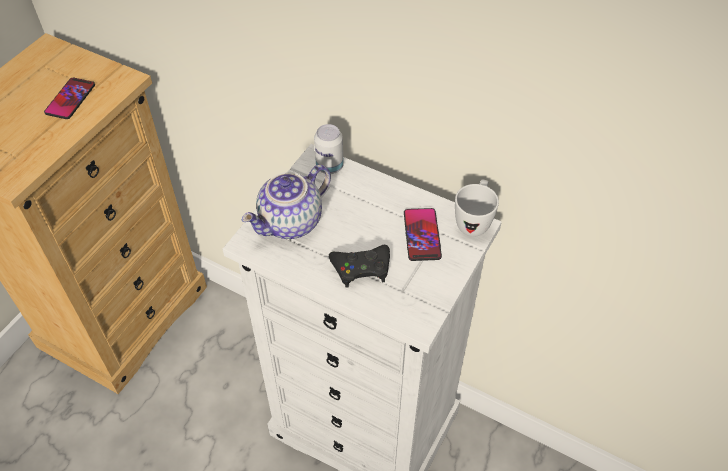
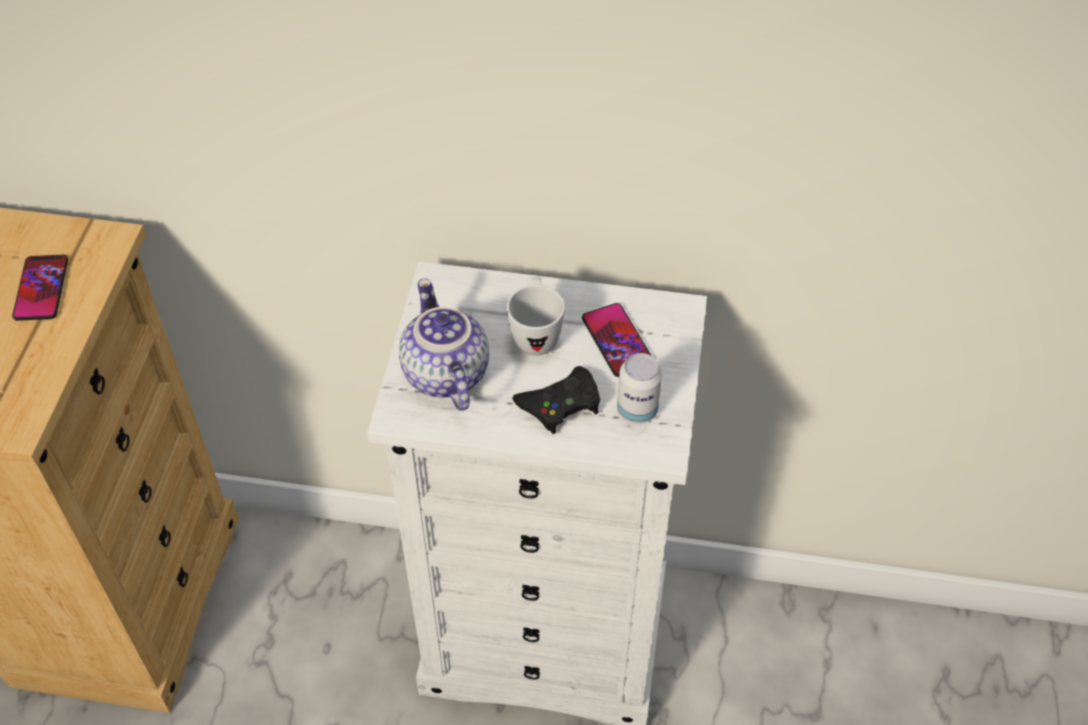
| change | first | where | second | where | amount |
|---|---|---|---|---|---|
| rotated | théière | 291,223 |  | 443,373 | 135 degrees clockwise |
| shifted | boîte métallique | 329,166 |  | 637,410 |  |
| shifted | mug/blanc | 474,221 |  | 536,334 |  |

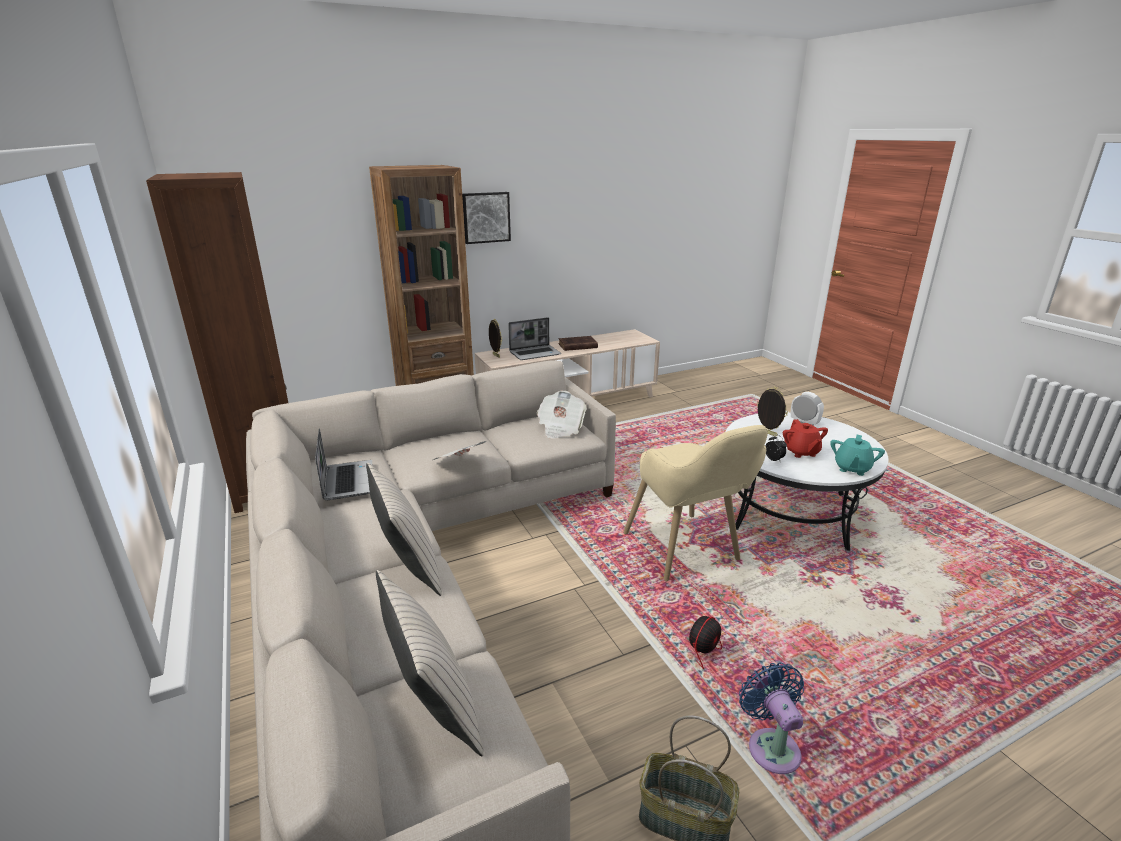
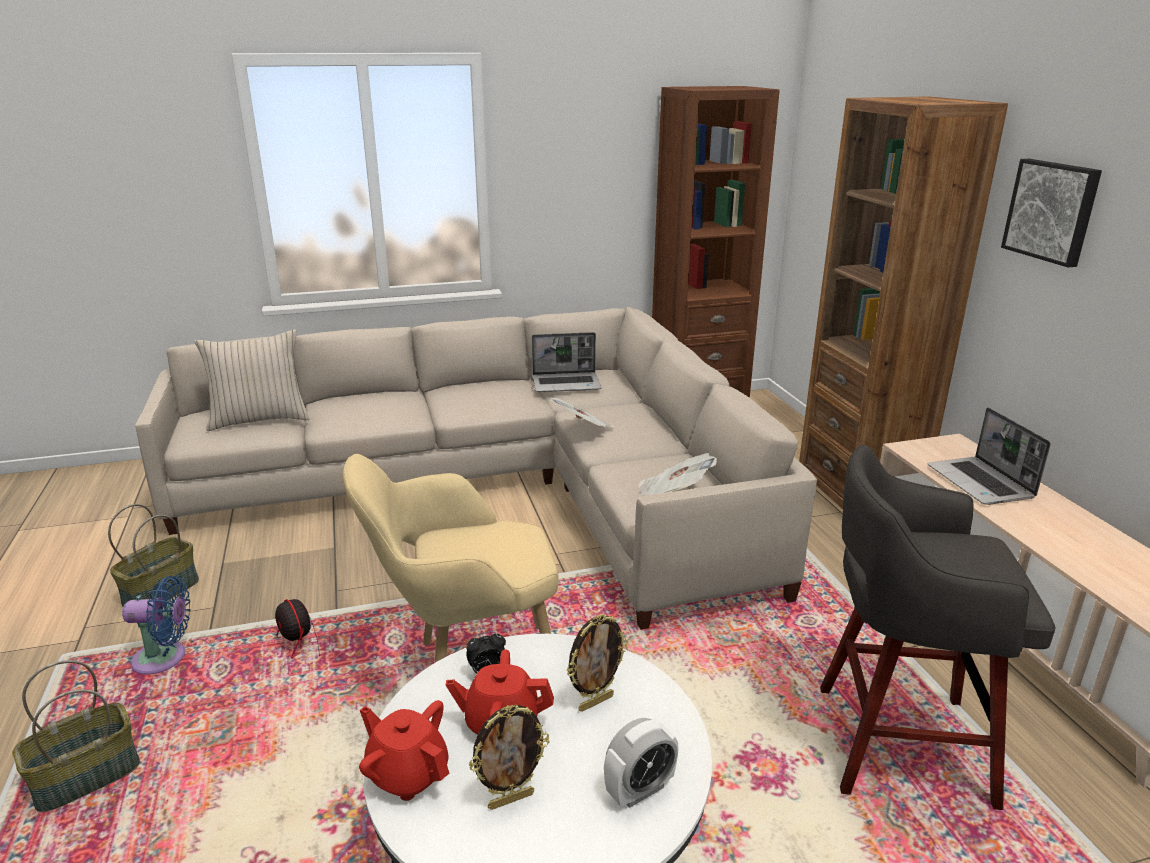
| change | first | where | second | where | amount |
|---|---|---|---|---|---|
| gone | coussin/beige | 408,568 |  |  |  |
| shifted | cadre photo | 495,356 |  | 511,799 |  |
| gone | livre/marron | 576,346 |  |  |  |
| repainted | théière/turquoise | 852,468 | théière/rouge | 407,774 |  |
| new |  |  | panier | 86,779 |  |
| new |  |  | tabouret/gris | 895,743 |  |

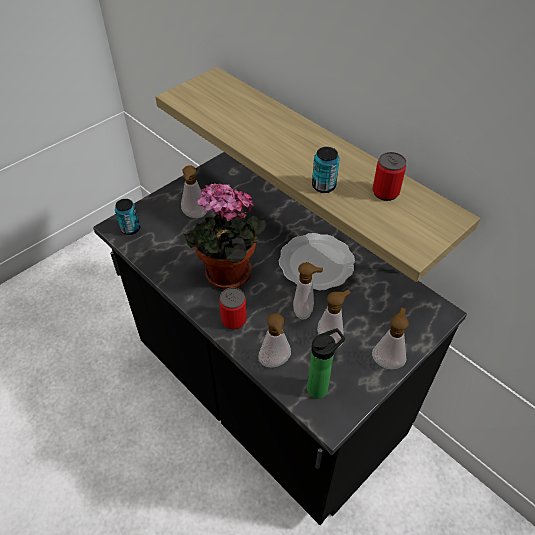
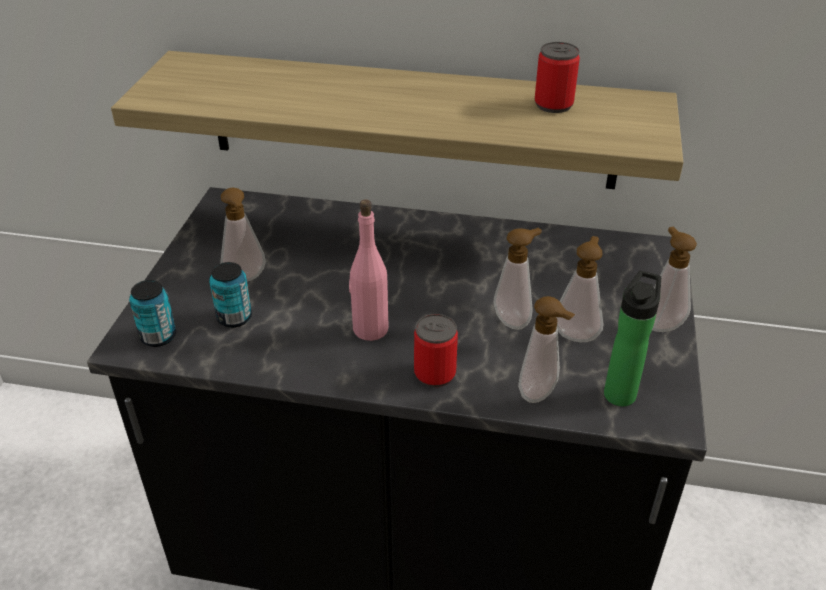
| change | first | where | second | where | amount |
|---|---|---|---|---|---|
| swapped | plante en pot | 226,276 | bouteille/rose | 370,329 |  |
| gone | assiette | 317,263 |  |  |  |
| shifted | boîte métallique | 323,186 |  | 234,318 |  |

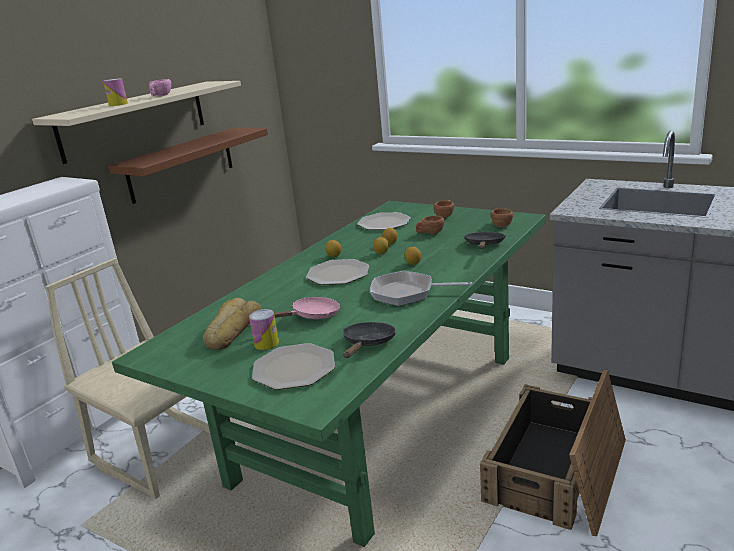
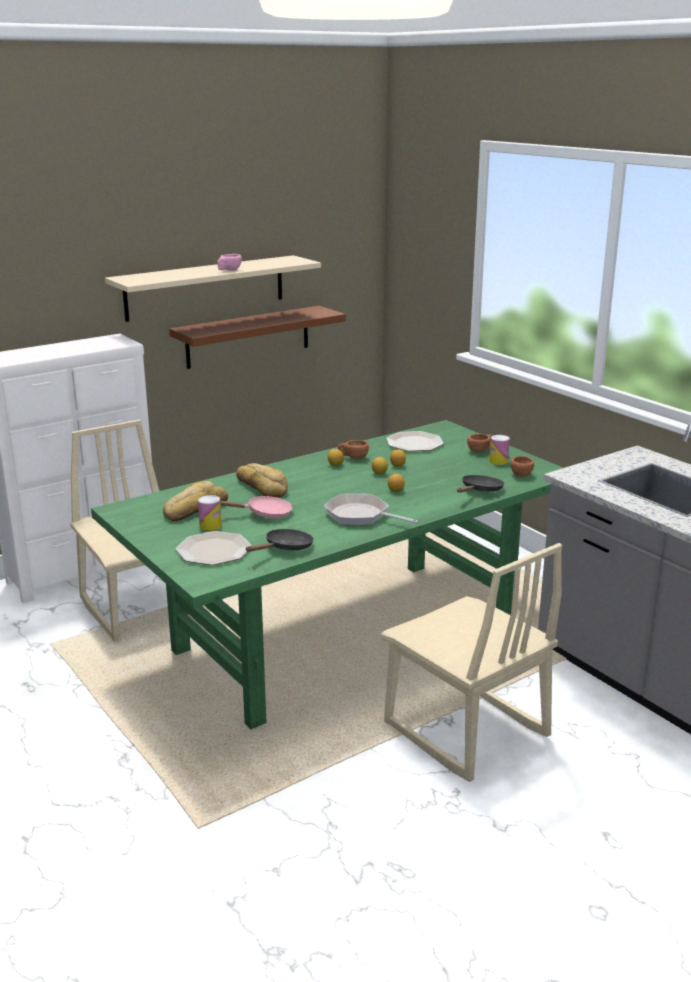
| change | first | where | second | where | amount |
|---|---|---|---|---|---|
| shifted | boîte métallique | 118,104 |  | 498,461 |  |
| gone | assiette | 338,273 |  |  |  |
| shifted | tasse/marron | 430,233 |  | 353,458 |  |
| swapped | caisse | 558,472 | chaise/beige | 464,731 |  |
| new |  |  | pain | 262,486 |  |

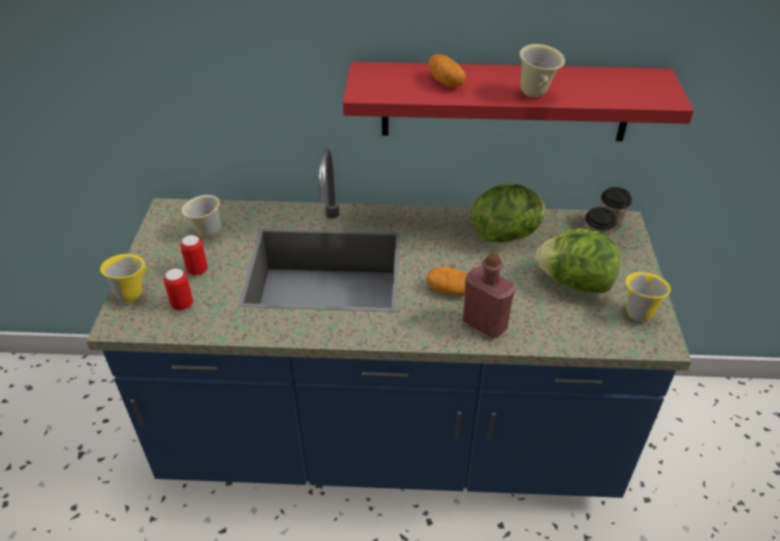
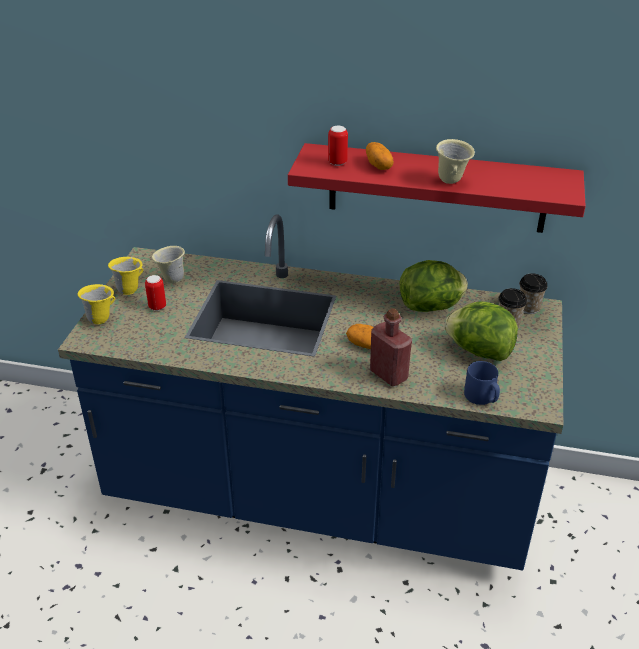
| change | first | where | second | where | amount |
|---|---|---|---|---|---|
| shifted | boîte métallique | 182,304 |  | 337,163 |  |
| shifted | mug/jaune | 638,313 |  | 129,290 |  |
| new |  |  | mug/bleu | 481,397 |  |

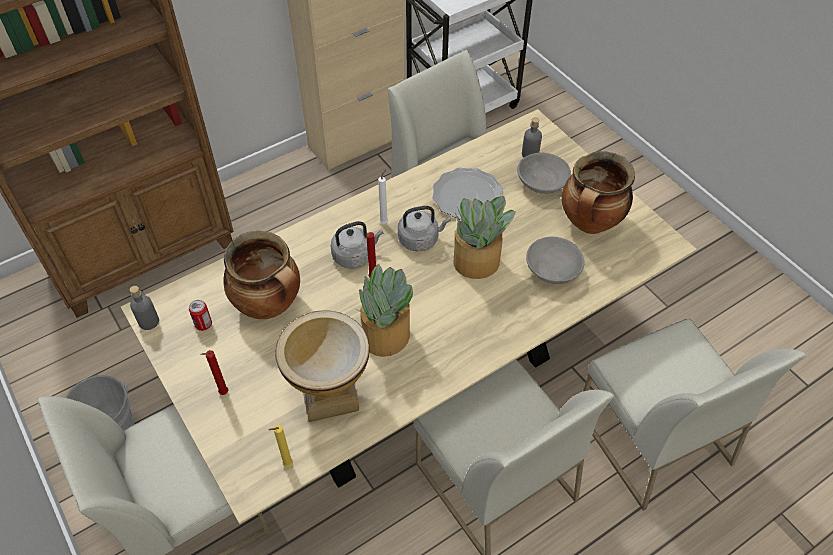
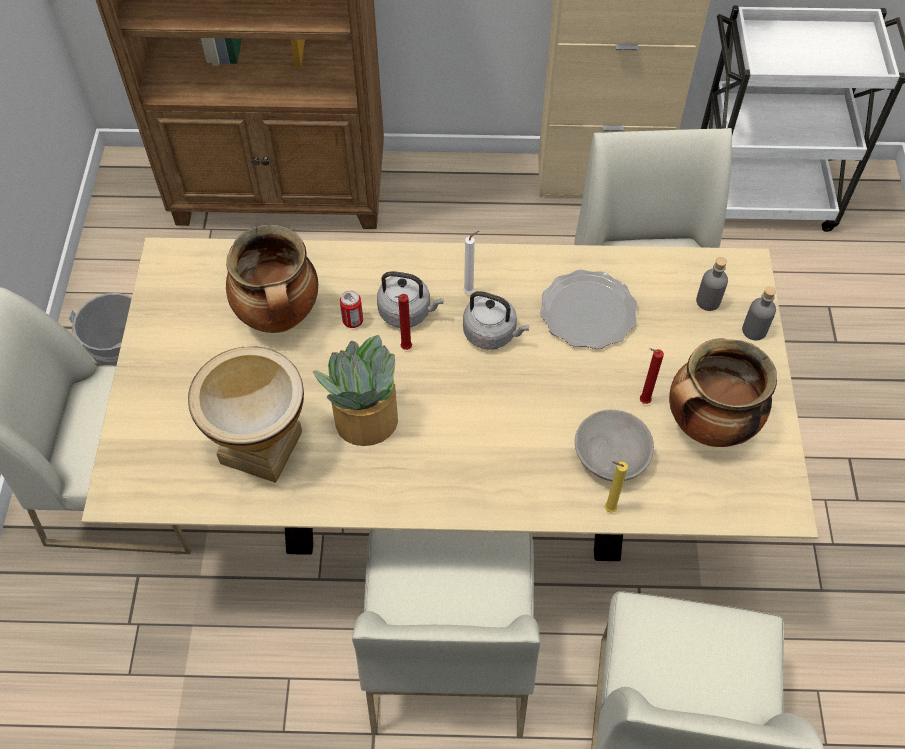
| change | first | where | second | where | amount |
|---|---|---|---|---|---|
| shifted | bouteille/gris | 149,321 |  | 754,330 |  |
| shifted | boîte métallique | 203,324 |  | 353,321 |  |
| shifted | bougie/rouge | 222,393 |  | 642,401 |  |
| shifted | bougie/jaune | 286,465 |  | 608,509 |  |
| gone | plante en pot | 477,262 |  |  |  |
| gone | bol/gris | 542,183 |  |  |  |

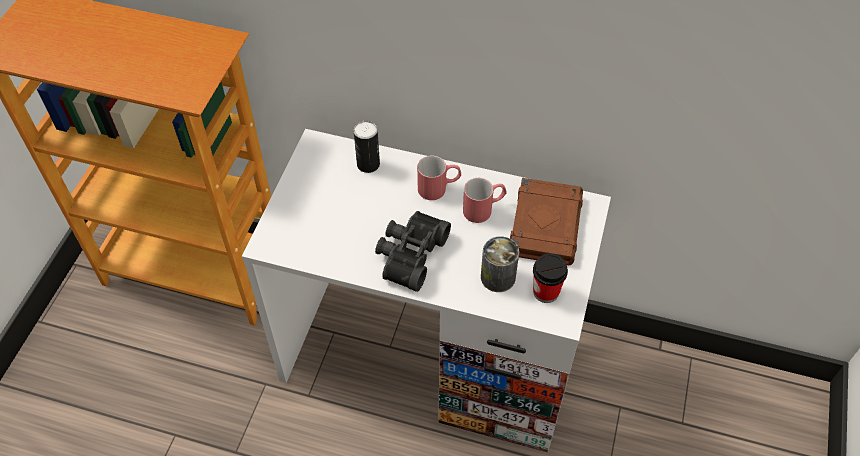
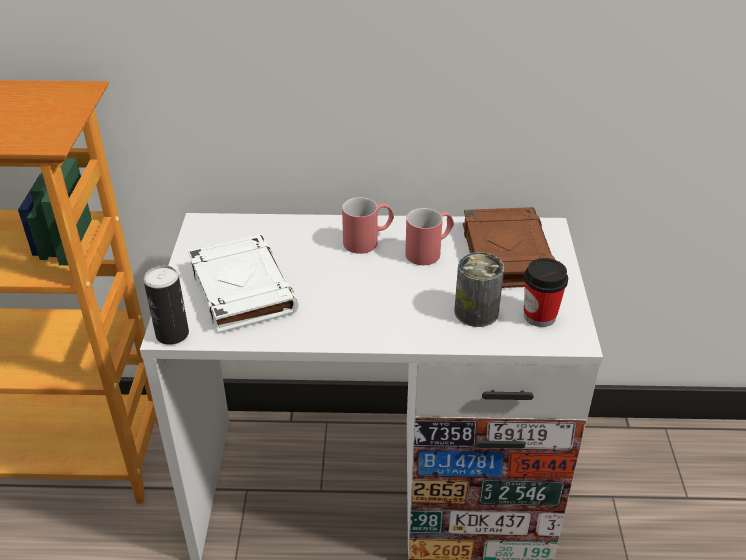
| change | first | where | second | where | amount |
|---|---|---|---|---|---|
| shifted | boîte métallique | 368,164 |  | 172,334 |  |
| gone | jumelles/noir | 409,254 |  |  |  |
| new |  |  | livre/blanc | 241,289 |  |

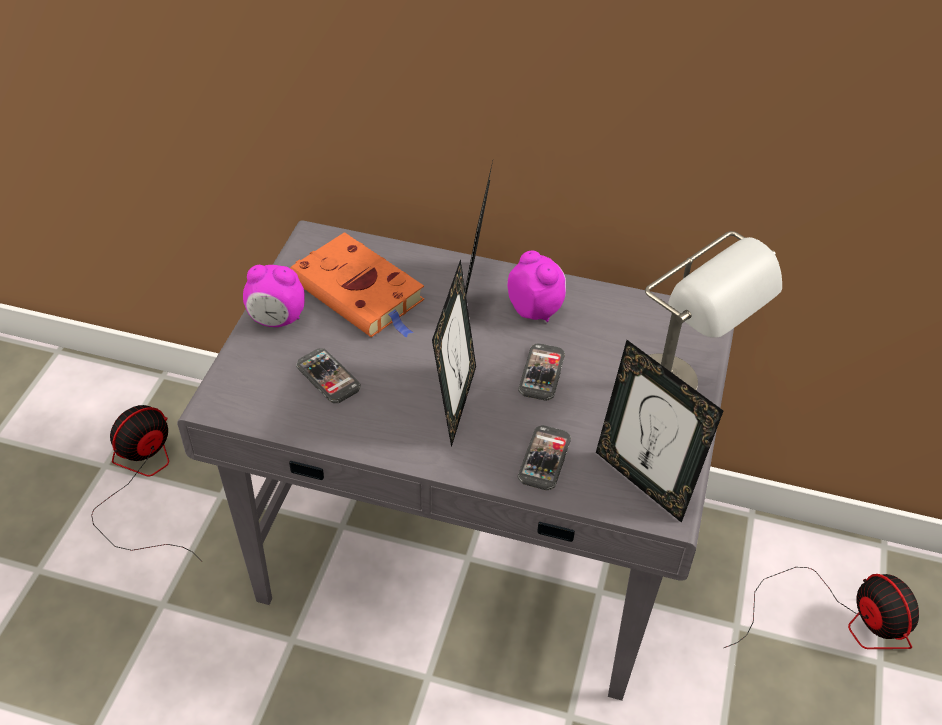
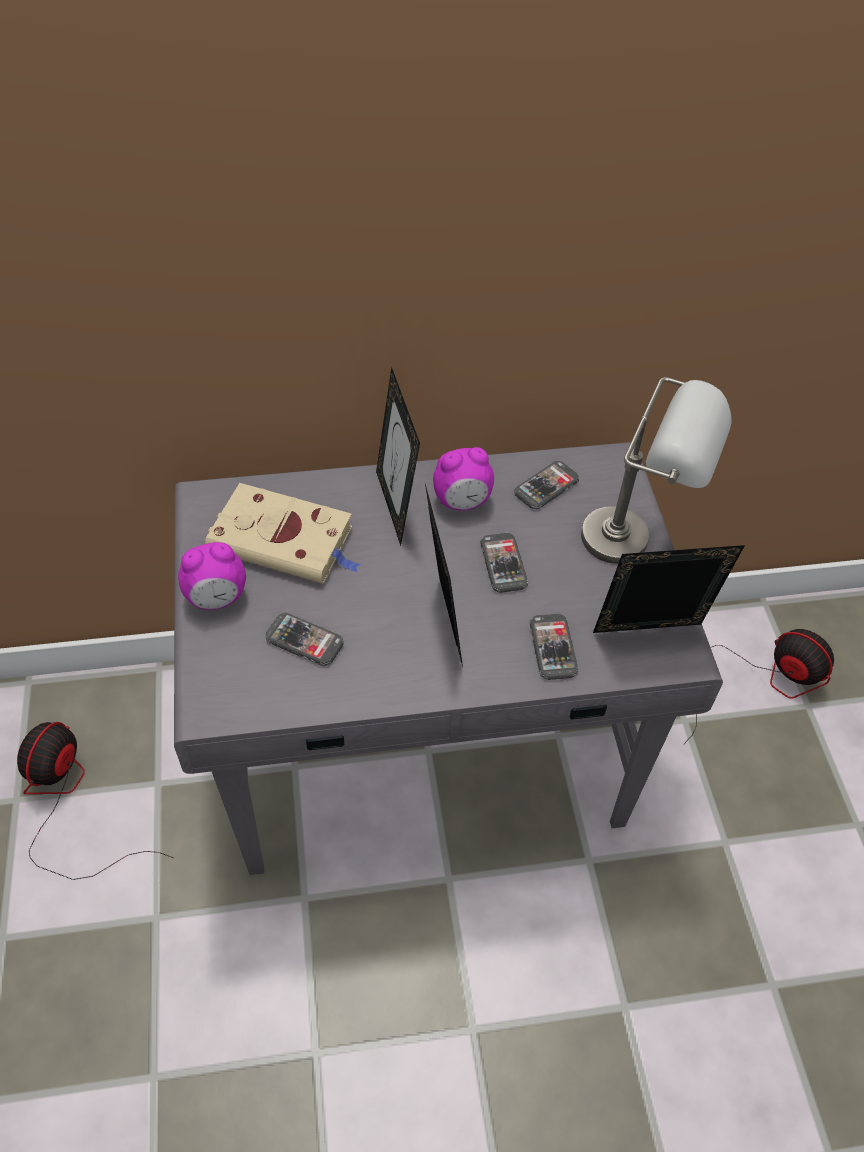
| change | first | where | second | where | amount |
|---|---|---|---|---|---|
| repainted | livre/orange | 360,293 | livre/beige | 285,541 |  |
| rotated | réveil | 535,309 |  | 462,501 | 135 degrees clockwise |
| rotated | cadre photo | 643,481 |  | 649,636 | 150 degrees clockwise |
| new |  |  | téléphone | 546,487 |  |

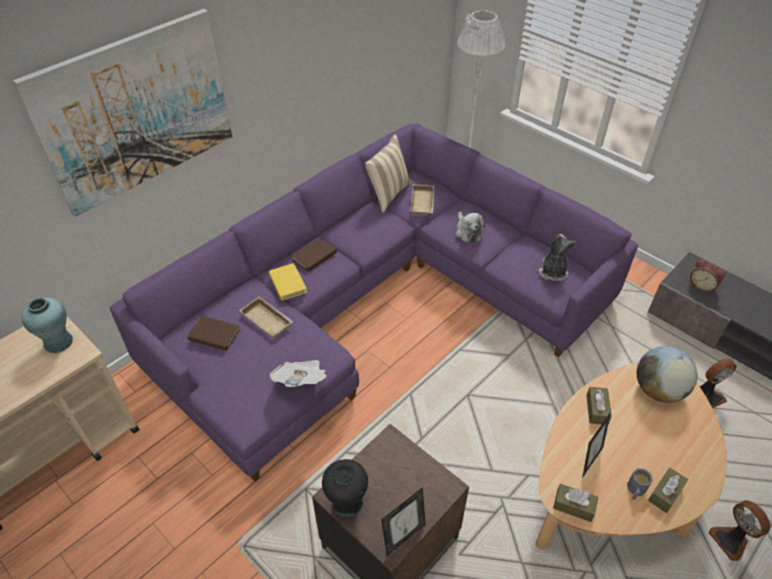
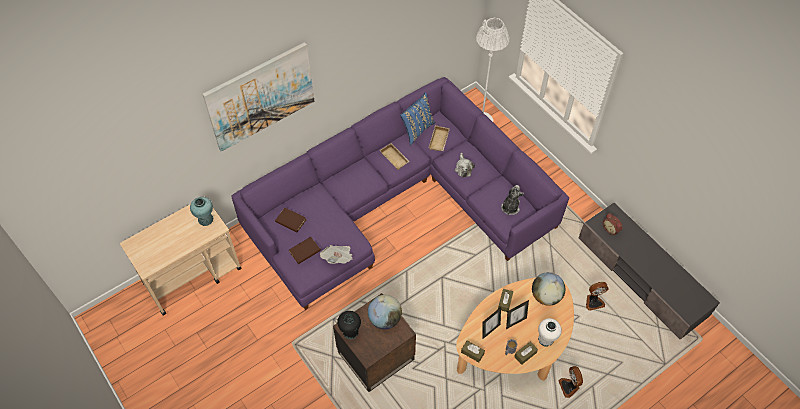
| change | first | where | second | where | amount |
|---|---|---|---|---|---|
| shifted | plateau/beige | 268,320 |  | 395,158 |  |
| gone | livre/jaune | 287,283 |  |  |  |
| shifted | livre/marron | 314,256 |  | 305,251 |  |
| repainted | coussin/beige | 388,194 | coussin/bleu | 417,130 |  |
| shifted | cadre photo | 403,536 |  | 515,322 |  |
| new |  |  | globe | 385,319 |  |
| new |  |  | vase/blanc | 546,339 |  |

